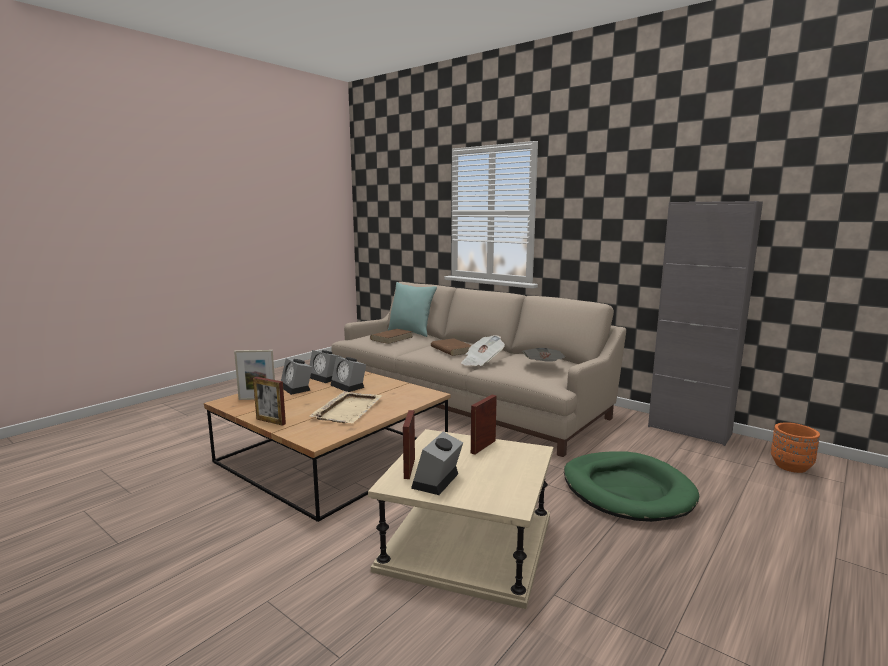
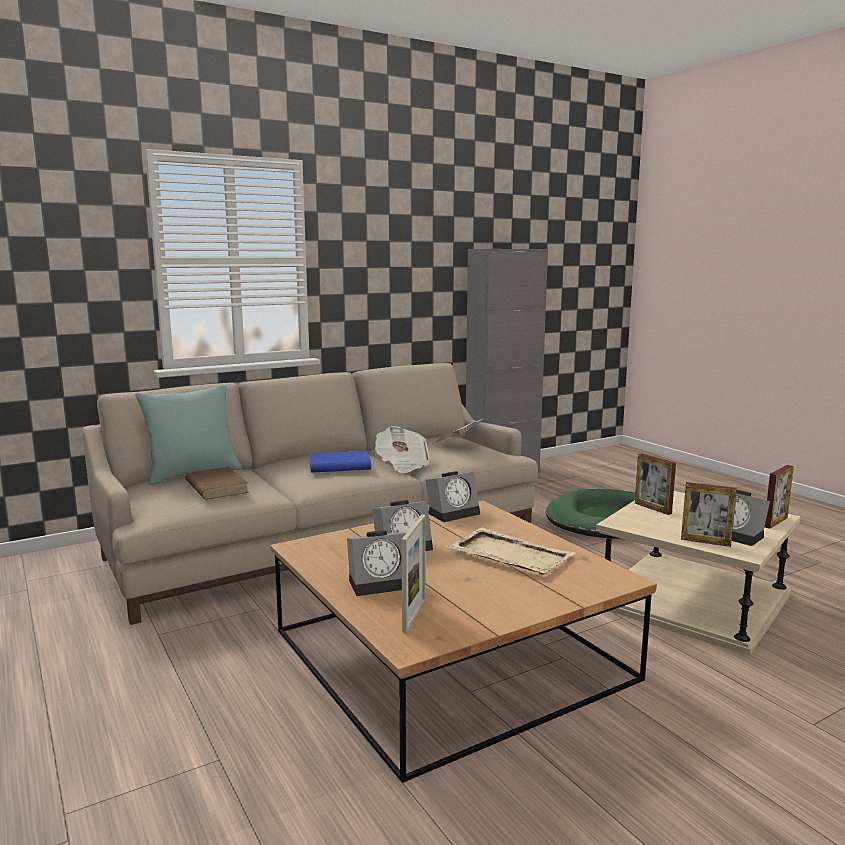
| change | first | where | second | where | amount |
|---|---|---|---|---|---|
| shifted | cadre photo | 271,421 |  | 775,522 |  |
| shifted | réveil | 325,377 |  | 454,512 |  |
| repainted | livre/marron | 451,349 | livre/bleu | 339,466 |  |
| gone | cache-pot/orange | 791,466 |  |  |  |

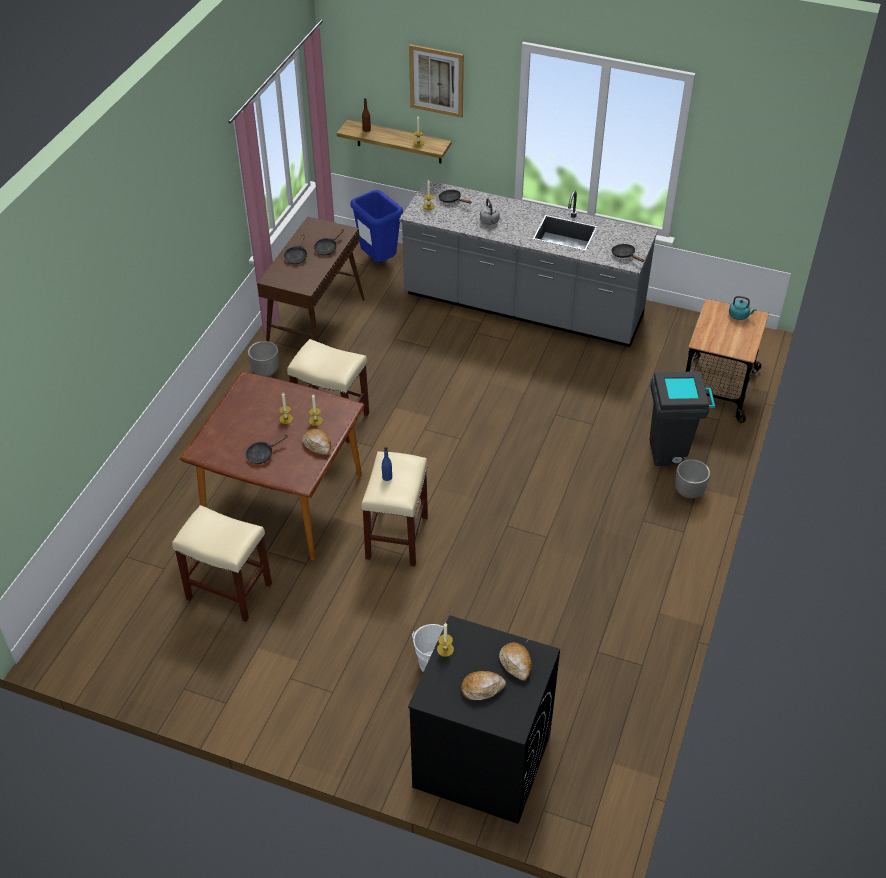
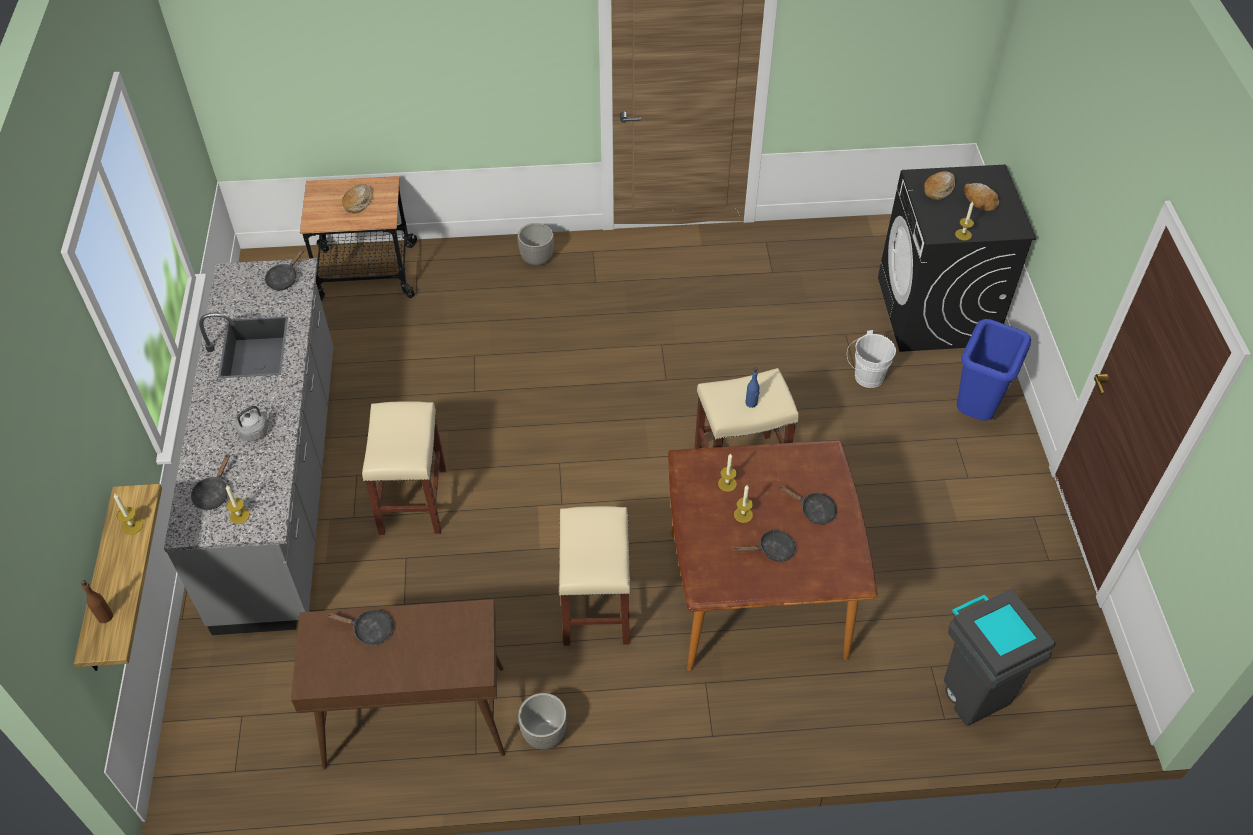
| change | first | where | second | where | amount |
|---|---|---|---|---|---|
| shifted | tabouret/beige | 228,591 |  | 413,502 |  |
| shifted | poêle/noir | 296,256 |  | 772,550 |  |
| shifted | pain | 318,445 |  | 358,202 |  |
| shifted | poubelle/bleu | 378,261 |  | 974,413 |  |
| gone | tableau | 436,80 |  |  |  |
| shifted | poubelle/gris | 671,452 |  | 971,692 |  |
| gone | bouilloire/turquoise | 739,316 |  |  |  |

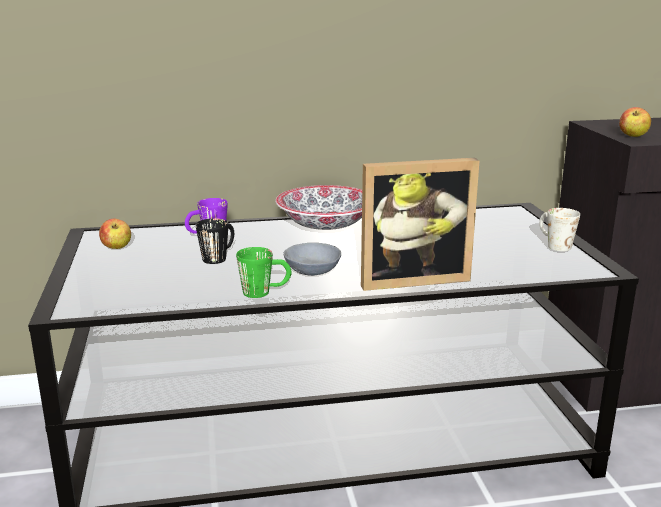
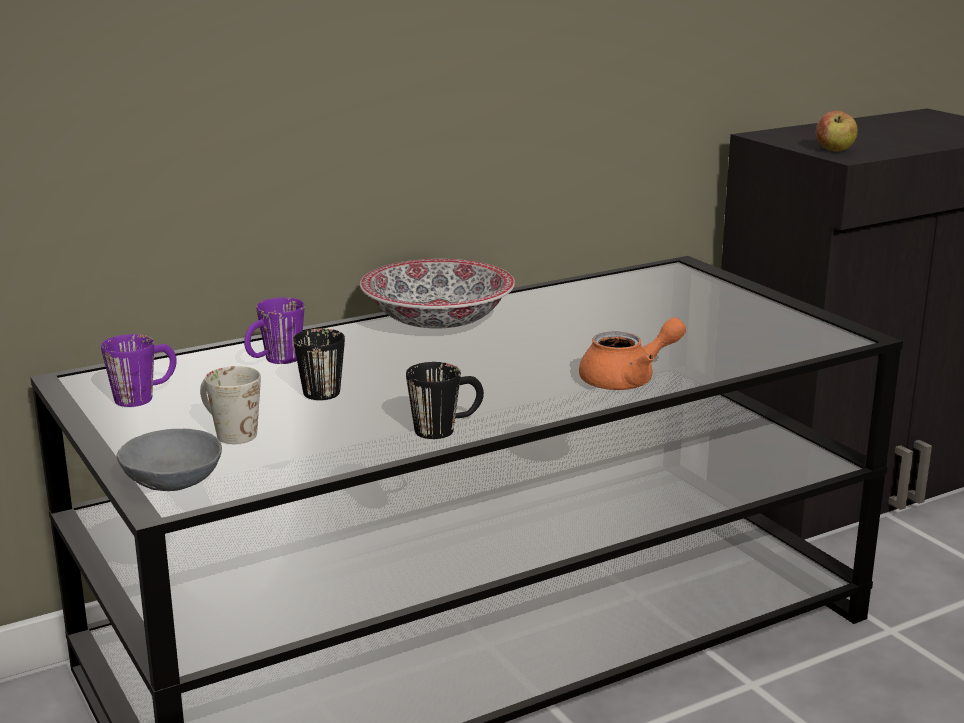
| change | first | where | second | where | amount |
|---|---|---|---|---|---|
| swapped | pomme | 116,247 | mug/violet | 144,396 |  |
| repainted | mug/vert | 265,292 | mug/noir | 446,428 |  |
| shifted | bol/gris | 314,270 |  | 176,480 |  |
| swapped | cadre photo | 411,278 | théière/orange | 628,380 |  |
| shifted | mug/blanc | 553,245 |  | 228,432 |  |

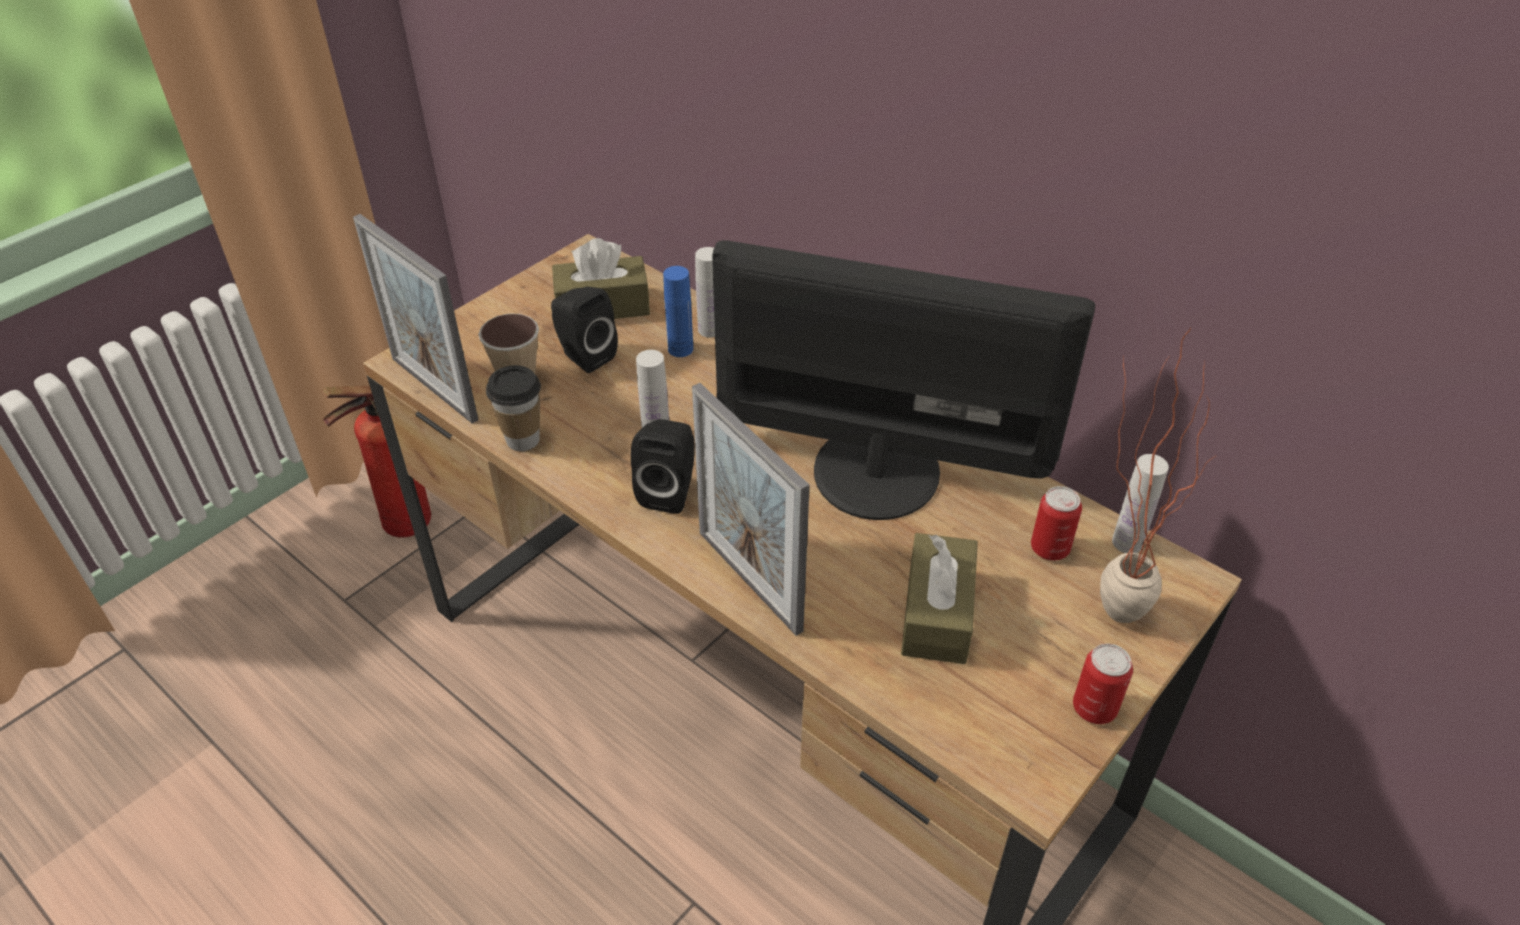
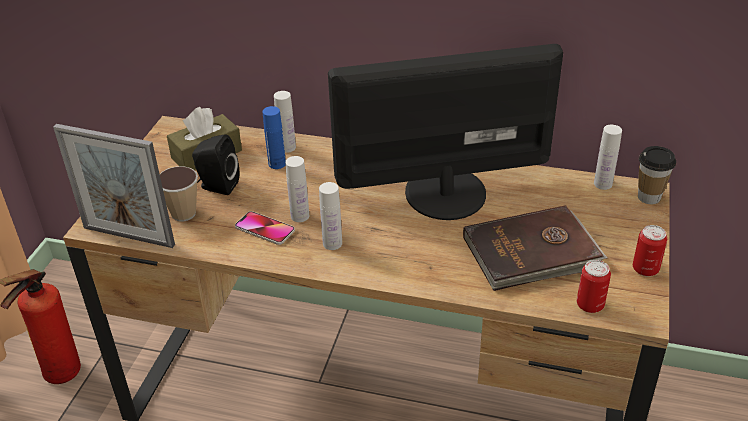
| change | first | where | second | where | amount |
|---|---|---|---|---|---|
| shifted | tasse | 523,440 |  | 649,197 |  |
| swapped | enceinte/noir | 669,491 | bouteille/blanc | 332,243 |  |
| gone | cadre photo | 749,580 |  |  |  |
| swapped | boîte à mouchoirs/marron | 937,613 | livre/marron | 533,253 |  |
| shifted | boîte métallique | 1049,548 |  | 590,305 |  |
| gone | plante en pot | 1107,602 |  |  |  |
| new |  |  | téléphone | 265,229 |  |

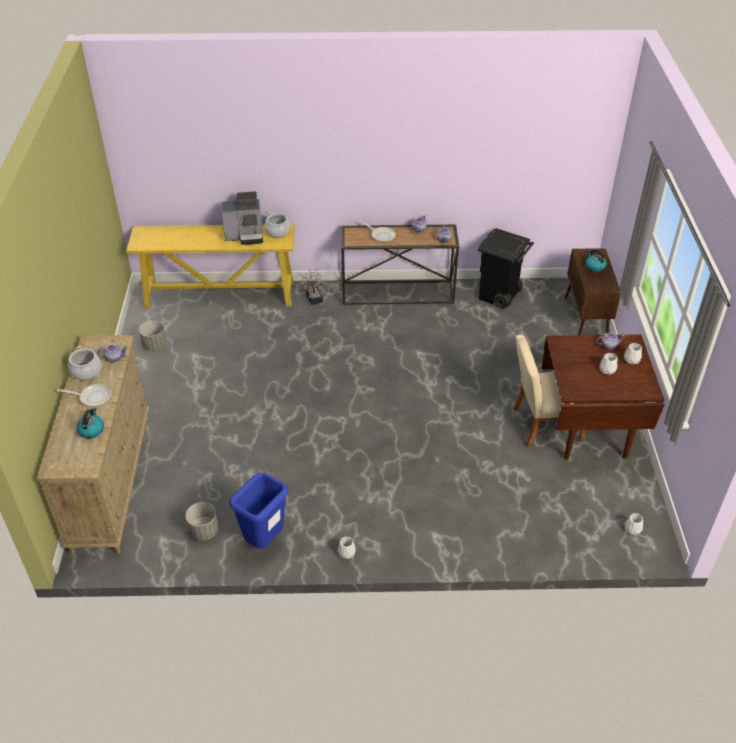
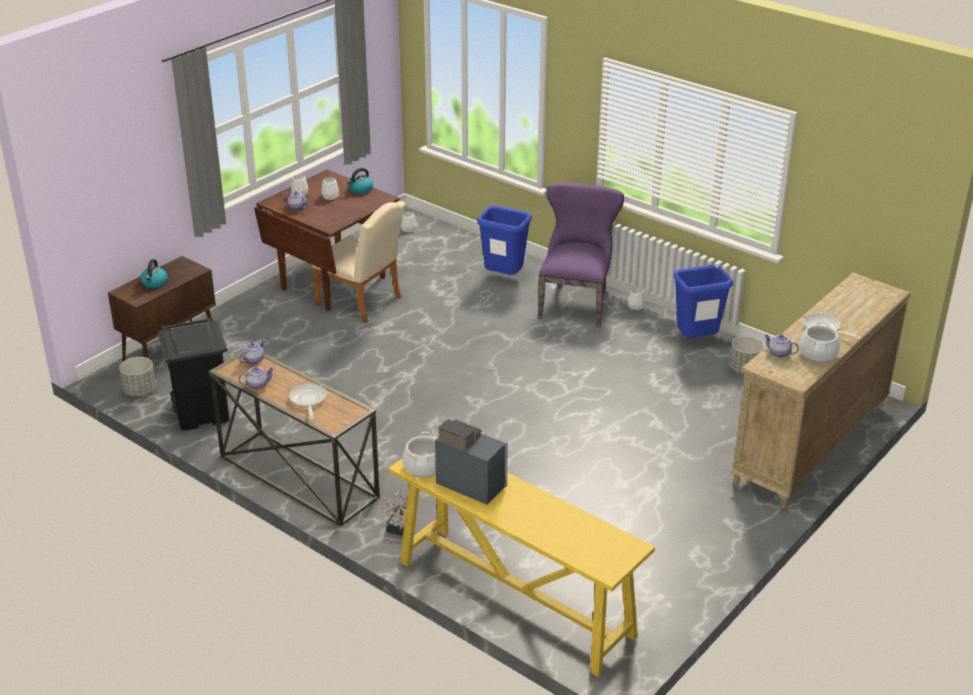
| change | first | where | second | where | amount |
|---|---|---|---|---|---|
| shifted | bouilloire | 91,430 |  | 360,190 |  |
| shifted | cache-pot/gris | 155,345 |  | 140,391 |  |
| new |  |  | poubelle/bleu | 504,278 |  |
| new |  |  | chaise/violet | 576,303 |  |

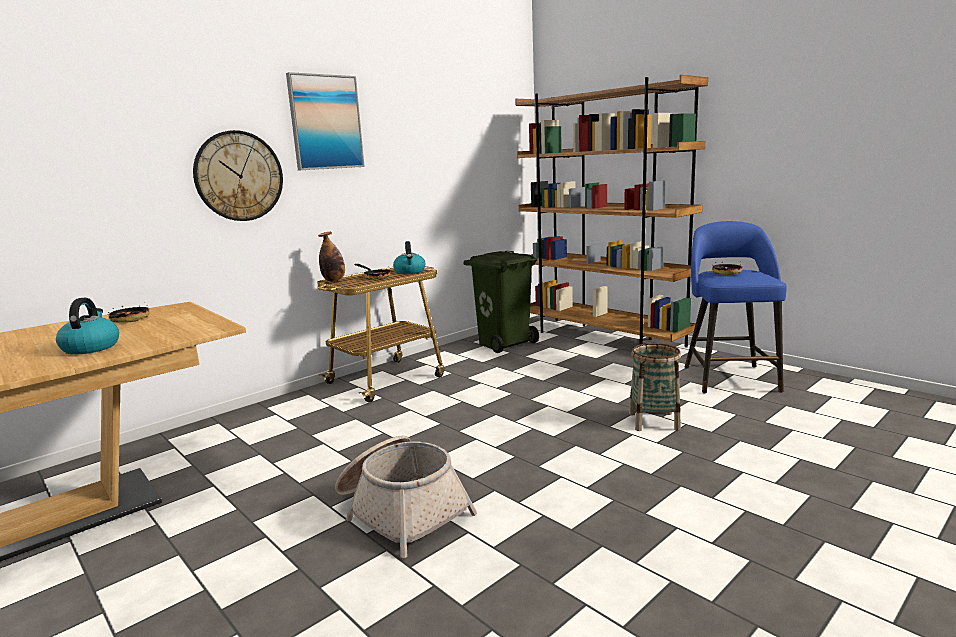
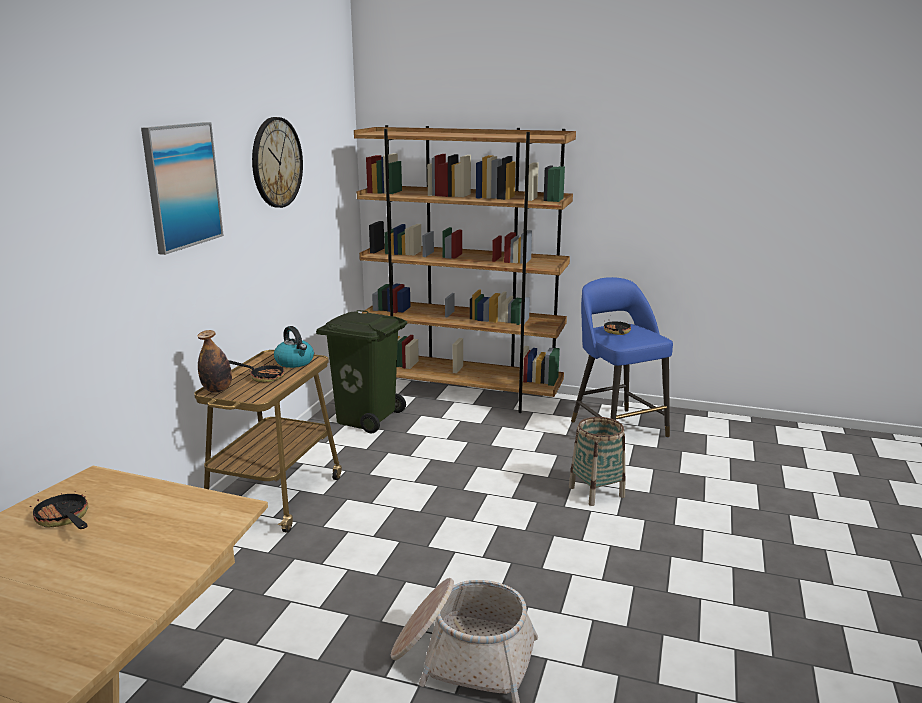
| change | first | where | second | where | amount |
|---|---|---|---|---|---|
| gone | bouilloire | 91,347 |  |  |  |
| shifted | horloge murale | 239,176 |  | 276,162 |  |

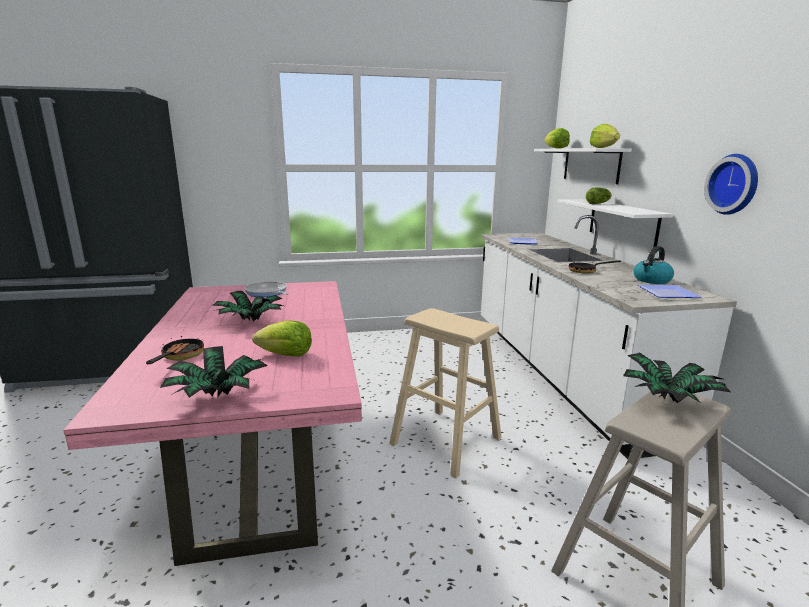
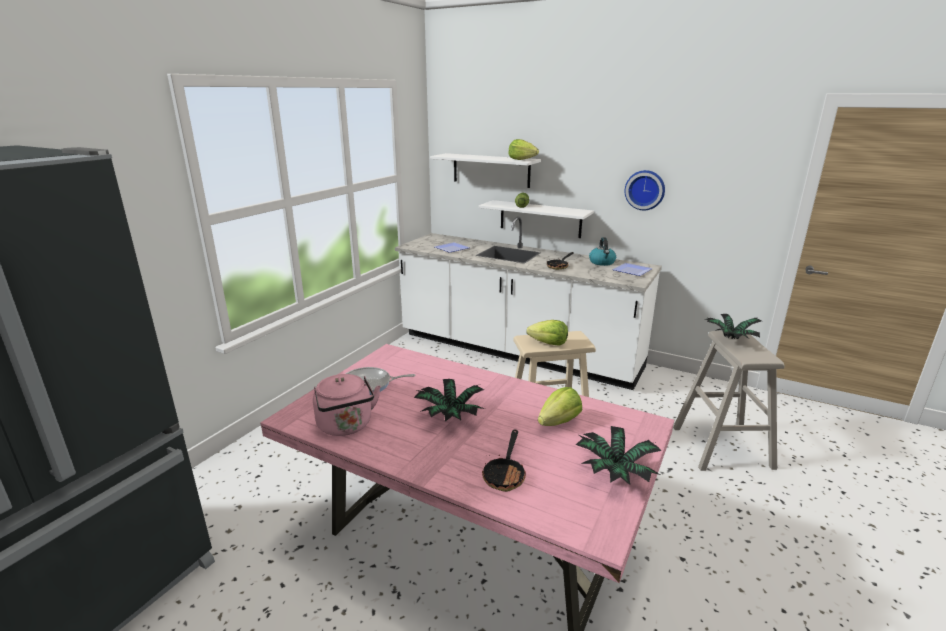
| change | first | where | second | where | amount |
|---|---|---|---|---|---|
| rotated | poêle | 179,357 |  | 505,474 | 120 degrees counterclockwise |
| shifted | laitue | 555,148 |  | 548,343 |  |
| new |  |  | bouilloire/rose | 346,426 |  |

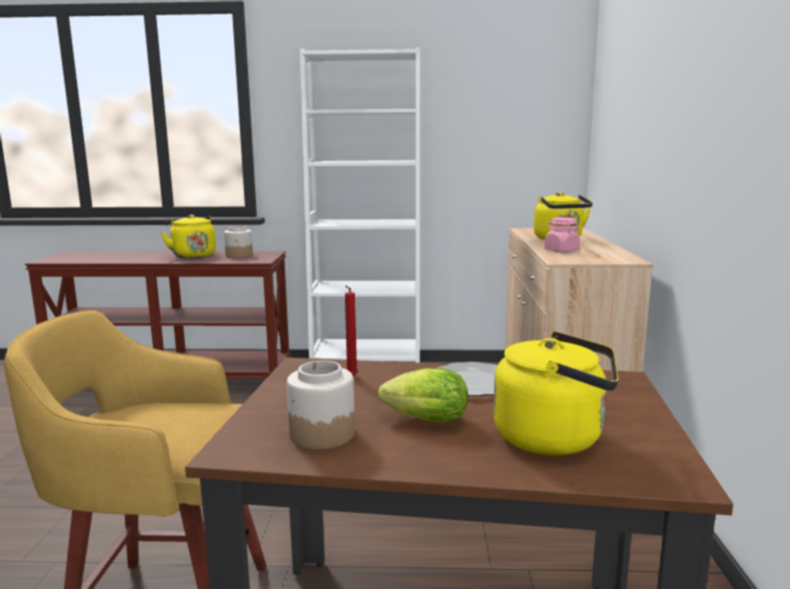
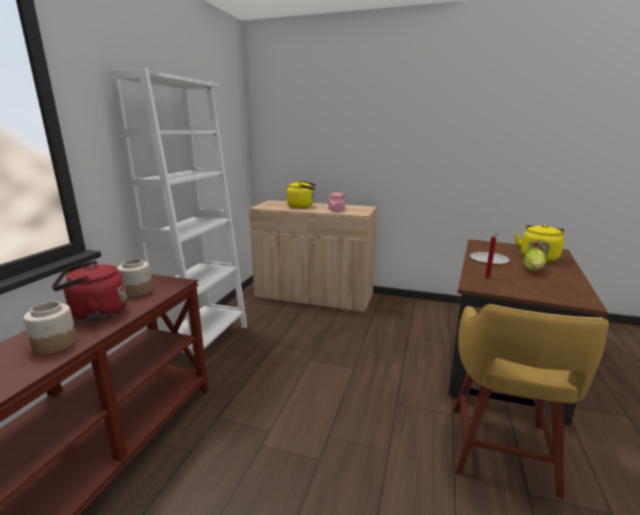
| change | first | where | second | where | amount |
|---|---|---|---|---|---|
| repainted | bouilloire/jaune | 192,256 | bouilloire/rouge | 95,313 |  |
| shifted | bocal | 322,434 |  | 54,344 |  |

